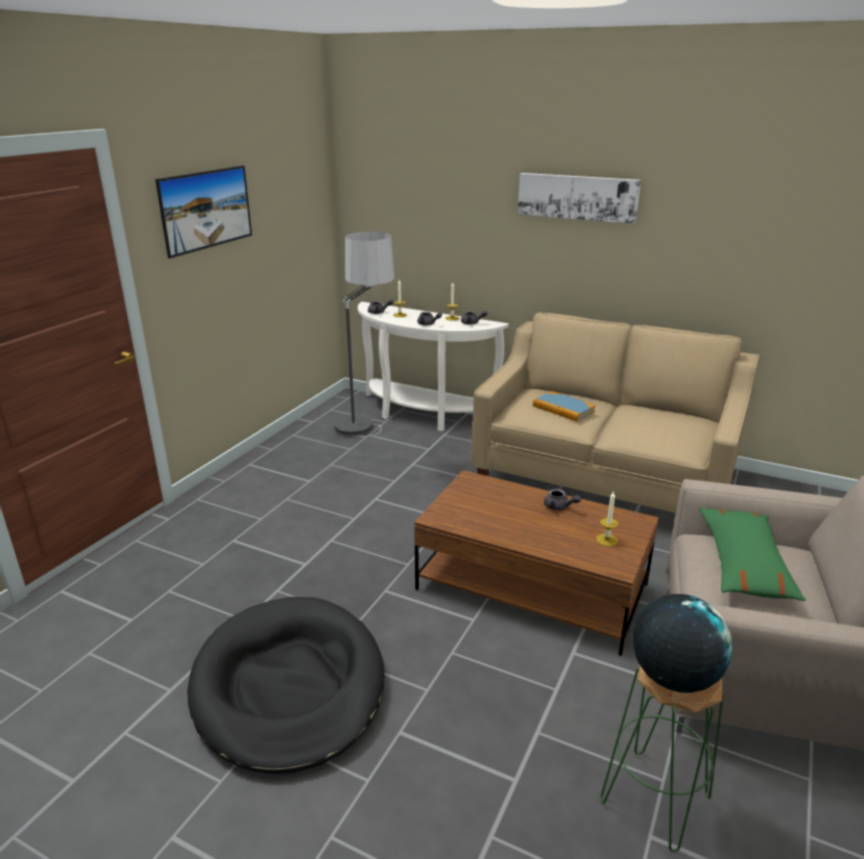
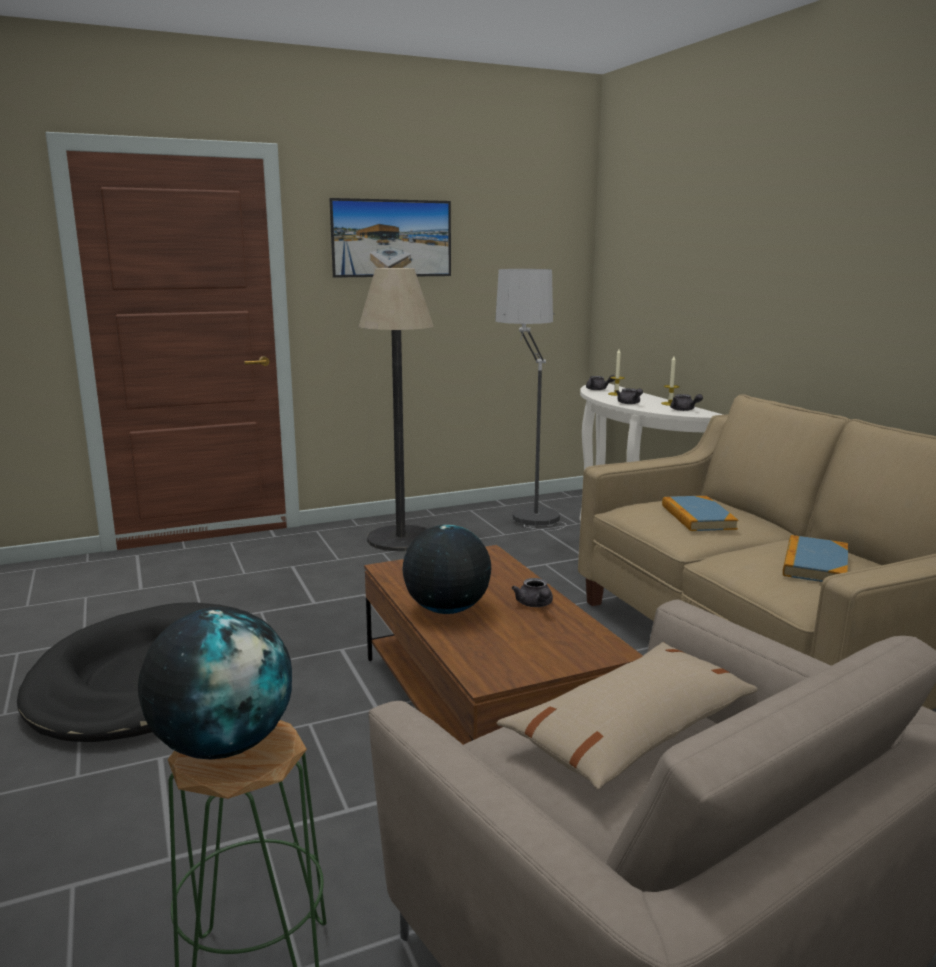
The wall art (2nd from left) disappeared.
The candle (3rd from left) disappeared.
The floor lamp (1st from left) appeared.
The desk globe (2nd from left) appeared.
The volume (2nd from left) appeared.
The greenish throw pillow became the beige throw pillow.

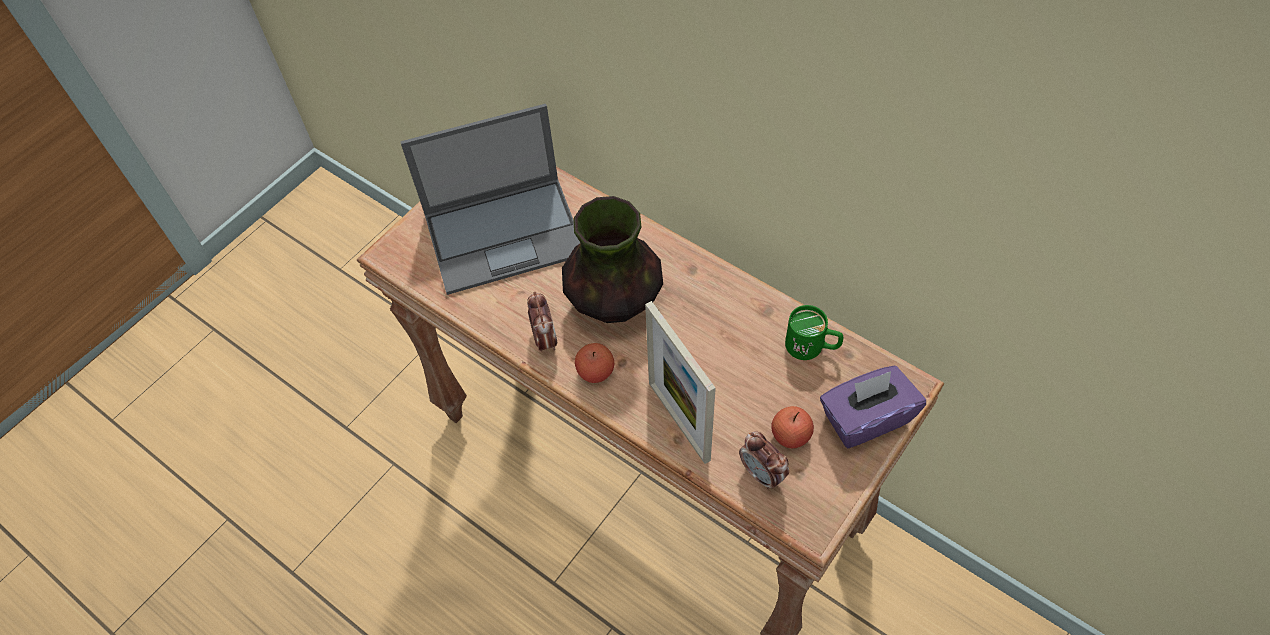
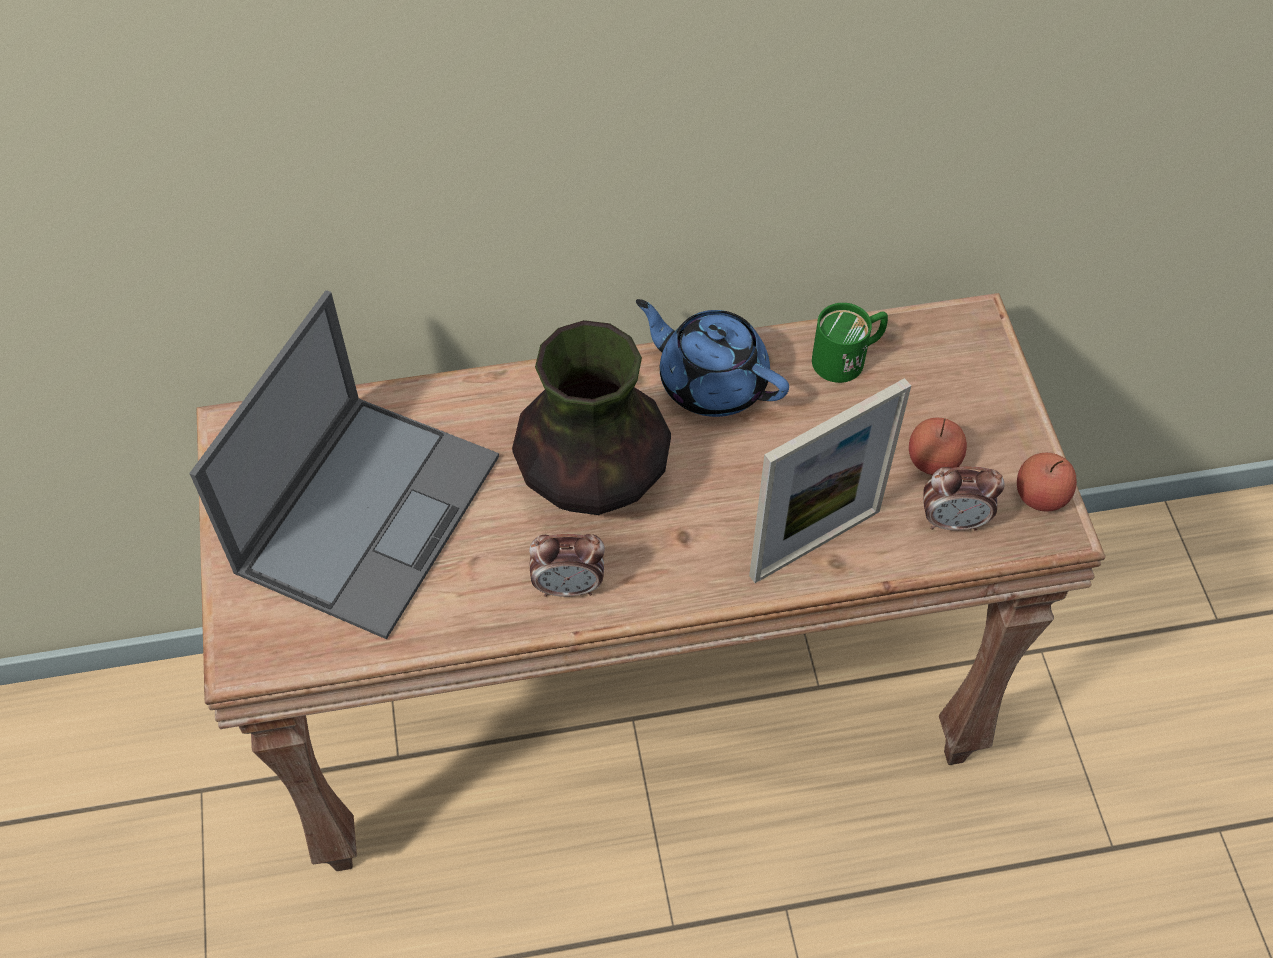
The purple-coloured tissue box disappeared.
The blue-coloured tea pot appeared.
The apple fruit (1st from left in the first image) moved.
The table clock (1st from left) turned 150 degrees clockwise.
The photo frame turned 45 degrees counterclockwise.

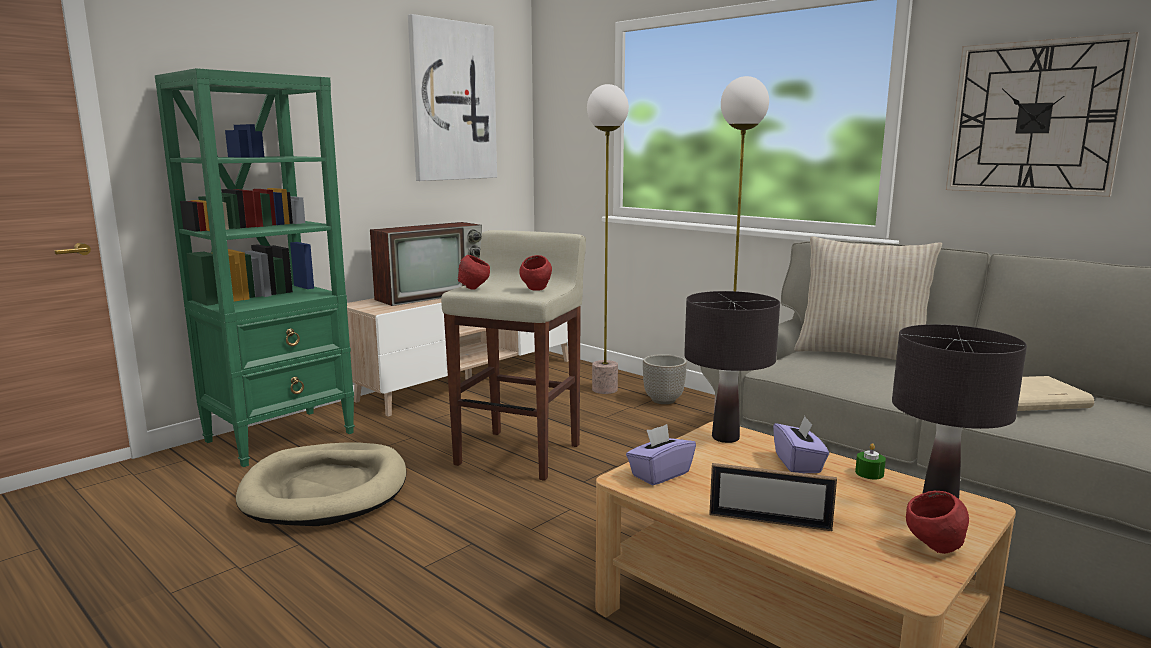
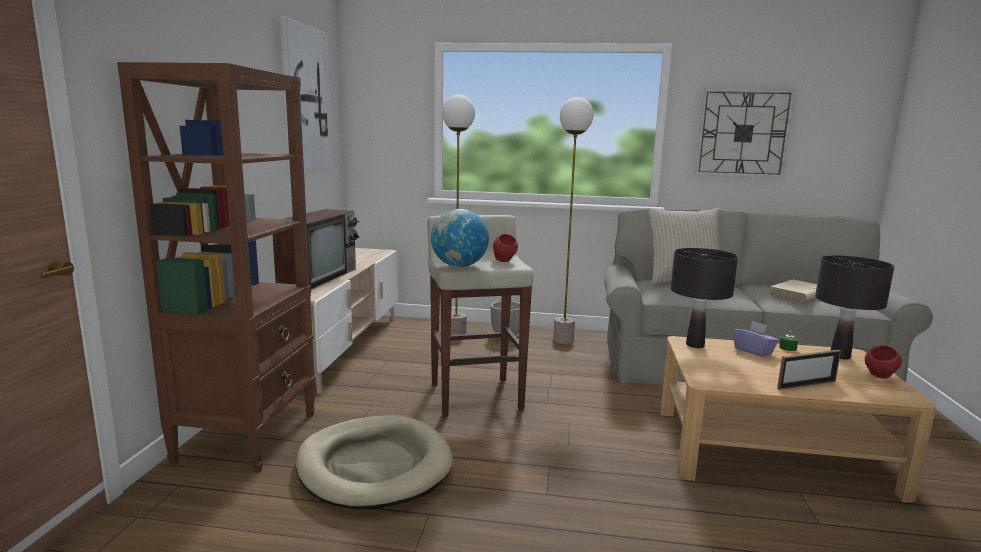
The purple-coloured tissue box (1st from left) disappeared.
The red deep dish (1st from left) was replaced by the desk globe.
The greenish shelving unit became the brown shelving unit.

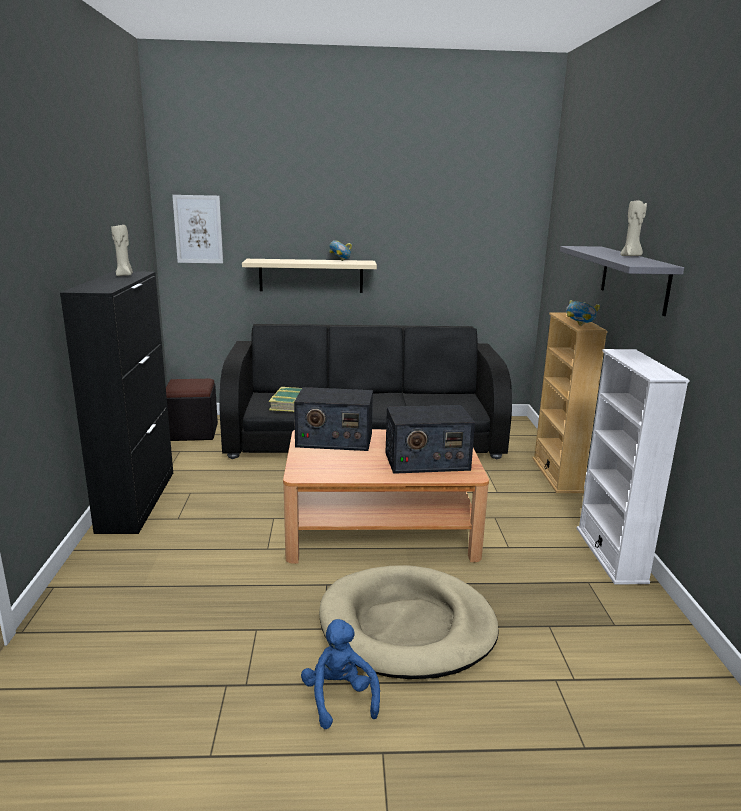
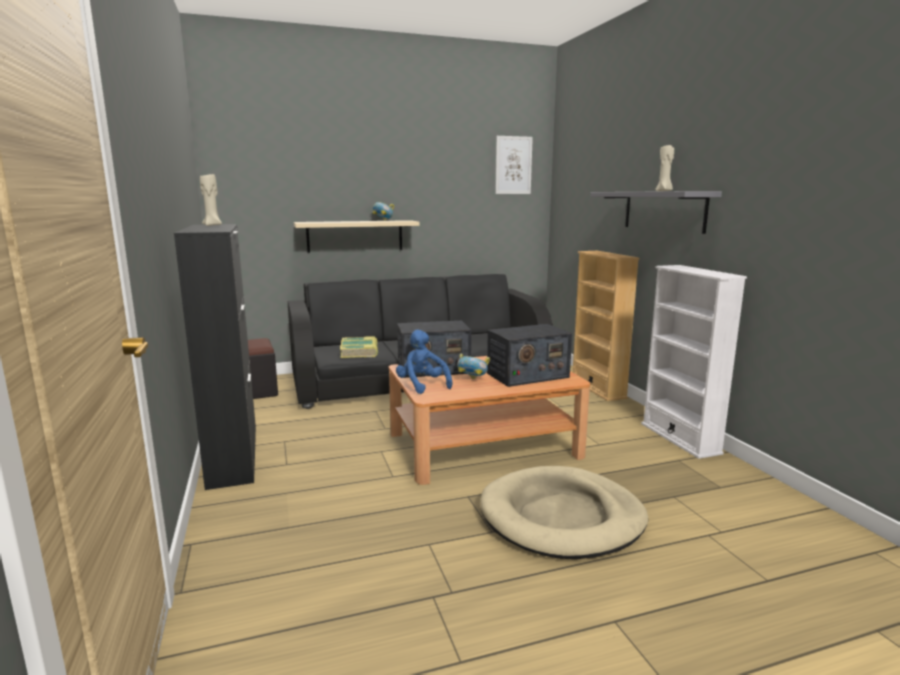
The wall art moved.
The blue-coloured soft toy moved.
The deep dish (2nd from left) moved.

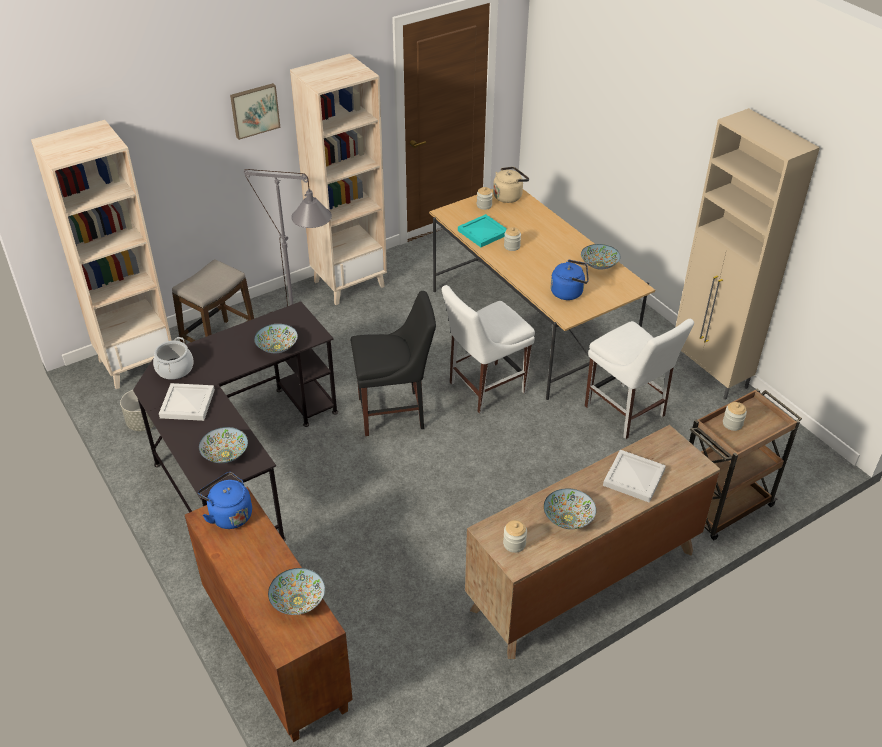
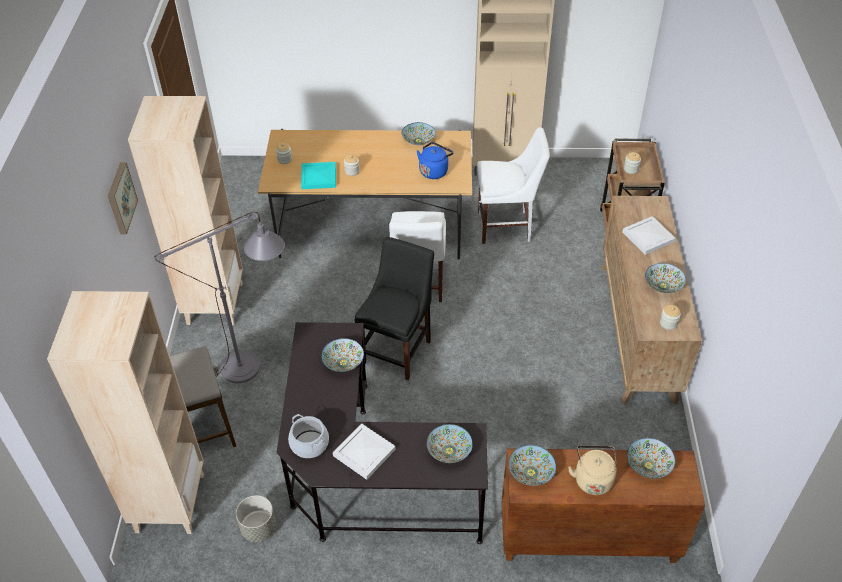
The beige tea kettle moved.
The blue-coloured tea kettle (1st from left) was replaced by the deep dish (4th from left).

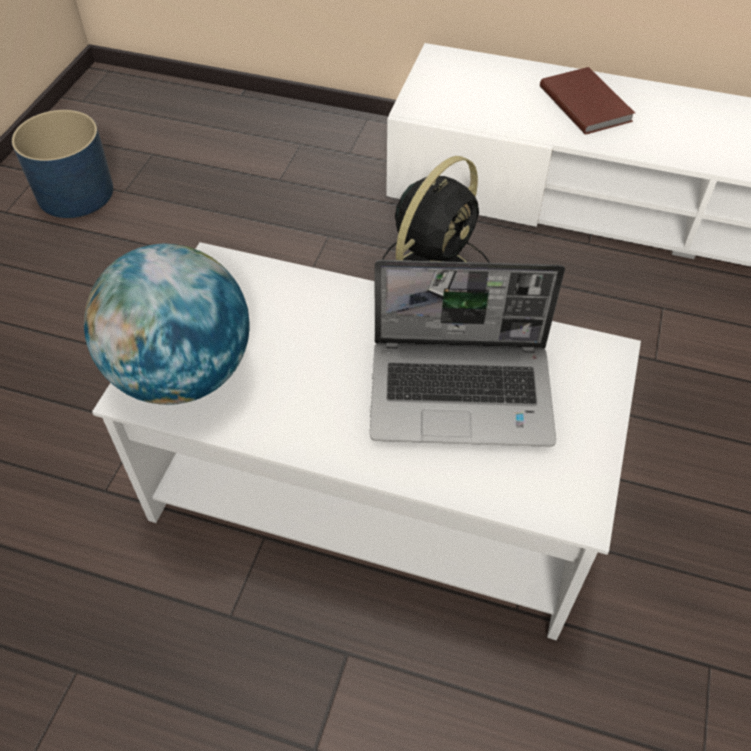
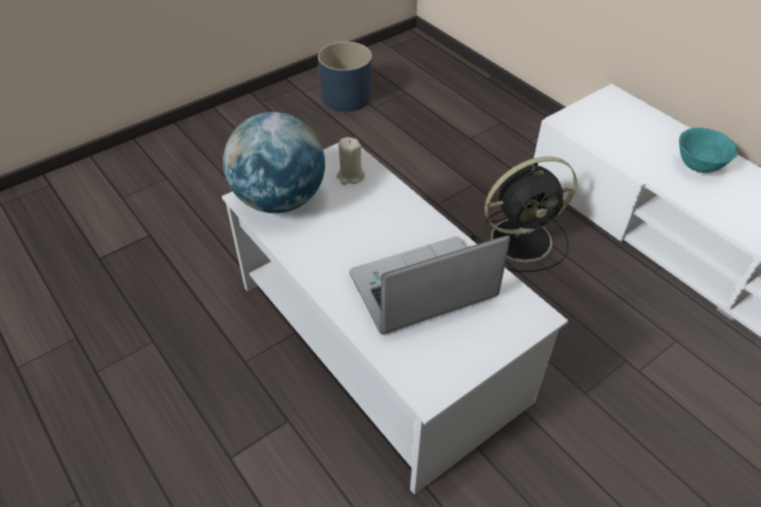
The beige candle appeared.
The brown volume was replaced by the turquoise-coloured deep dish.
The portable computer turned 120 degrees clockwise.

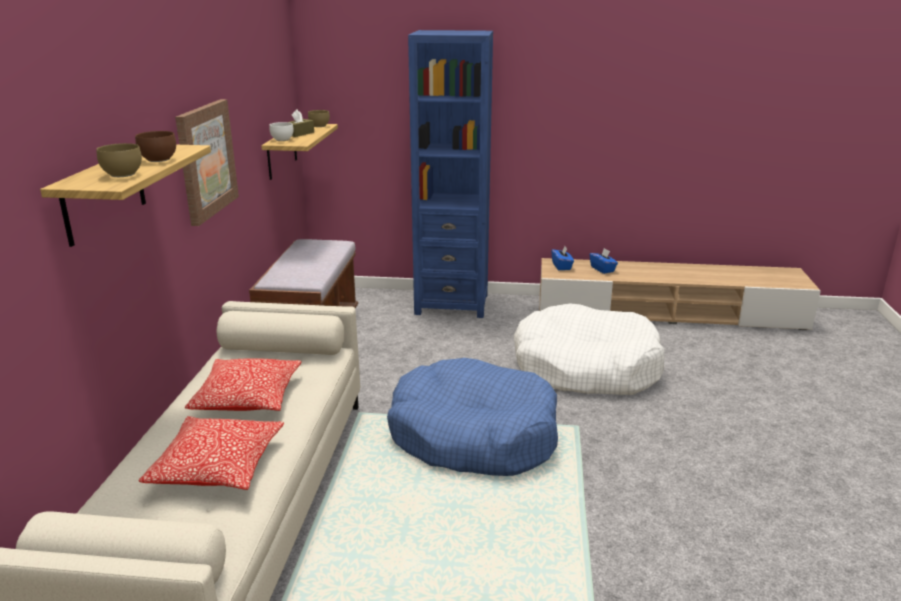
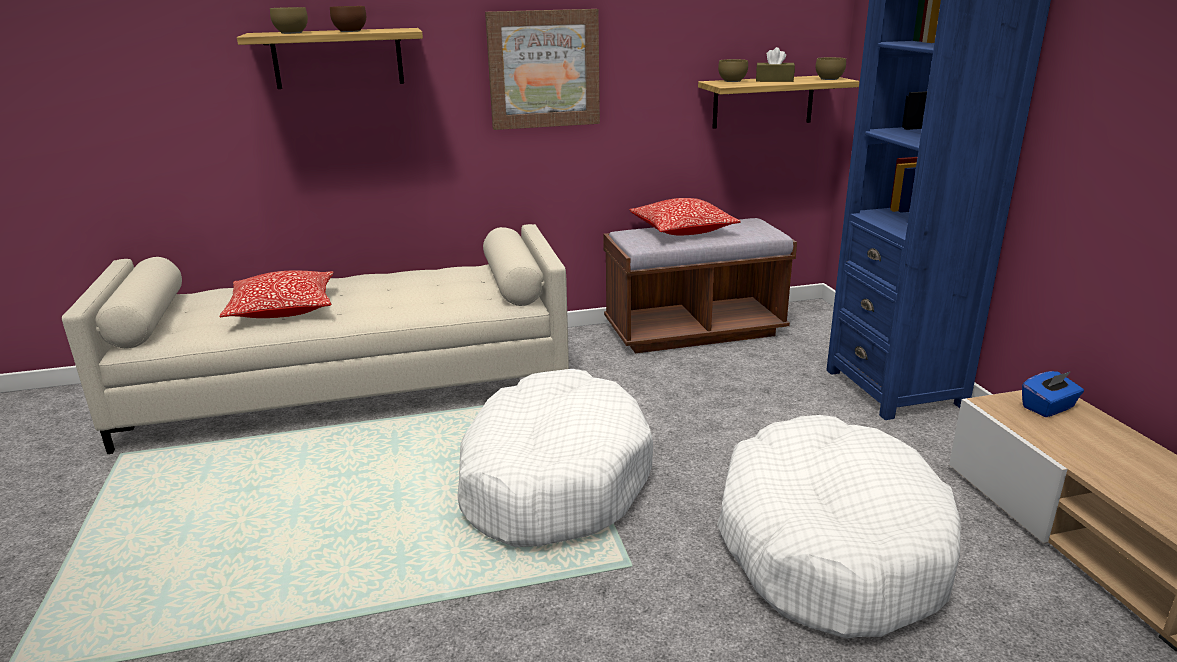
The blue-coloured tissue box (2nd from left) disappeared.
The throw pillow (2nd from left) moved.
The white-coloured deep dish became the brown deep dish (3rd from left).
The blue-coloured dog bed became the white-coloured dog bed (1st from left).

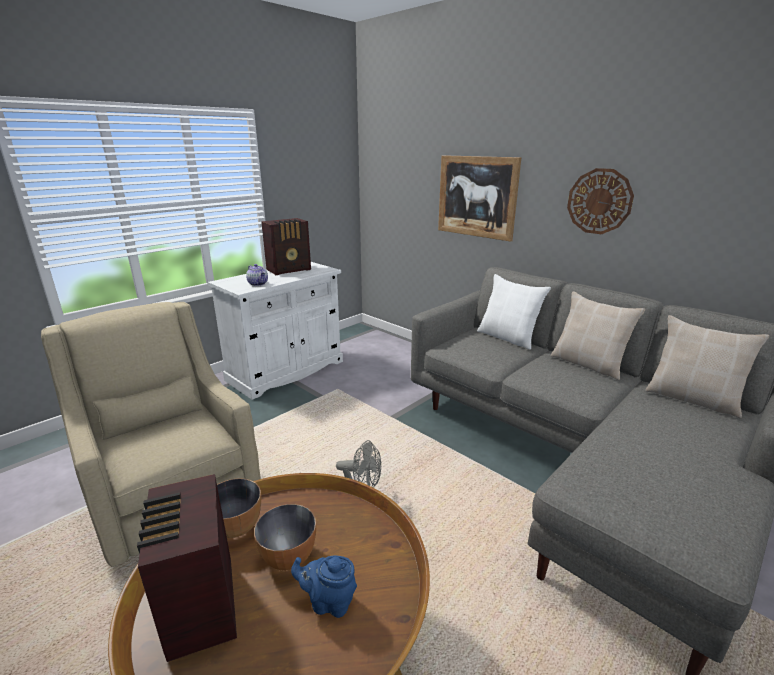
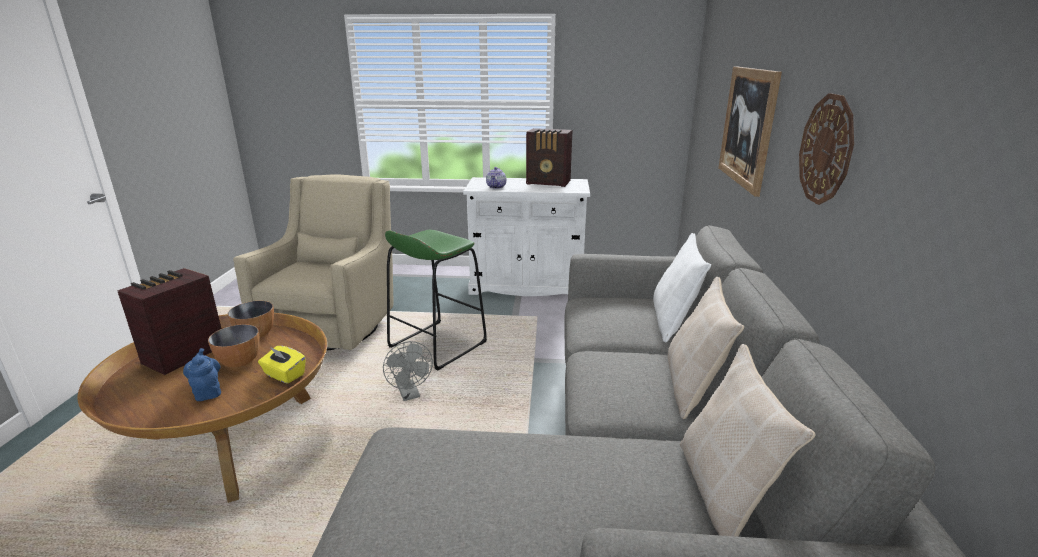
The yellowish tissue box appeared.
The greenish stool seat appeared.

